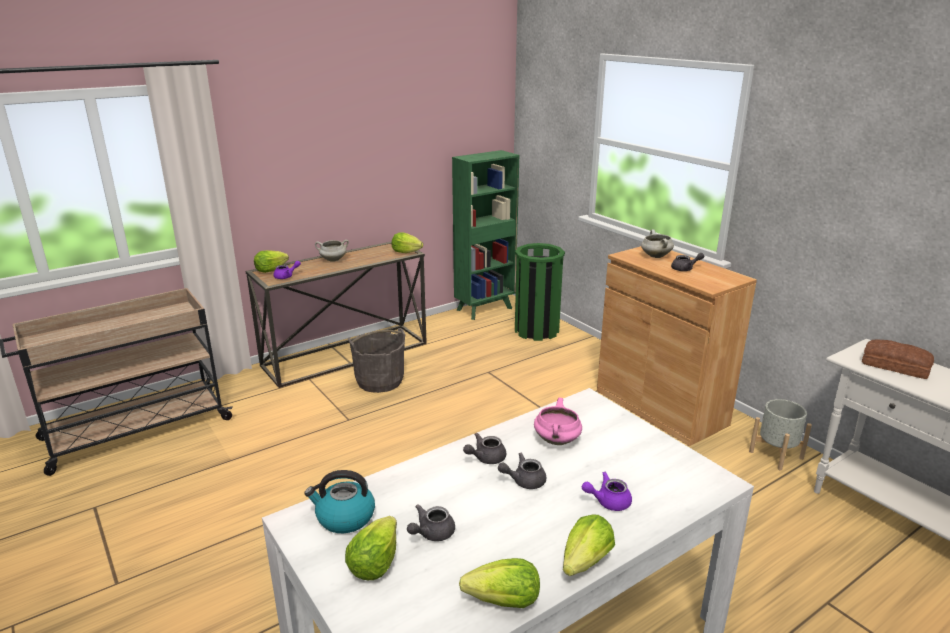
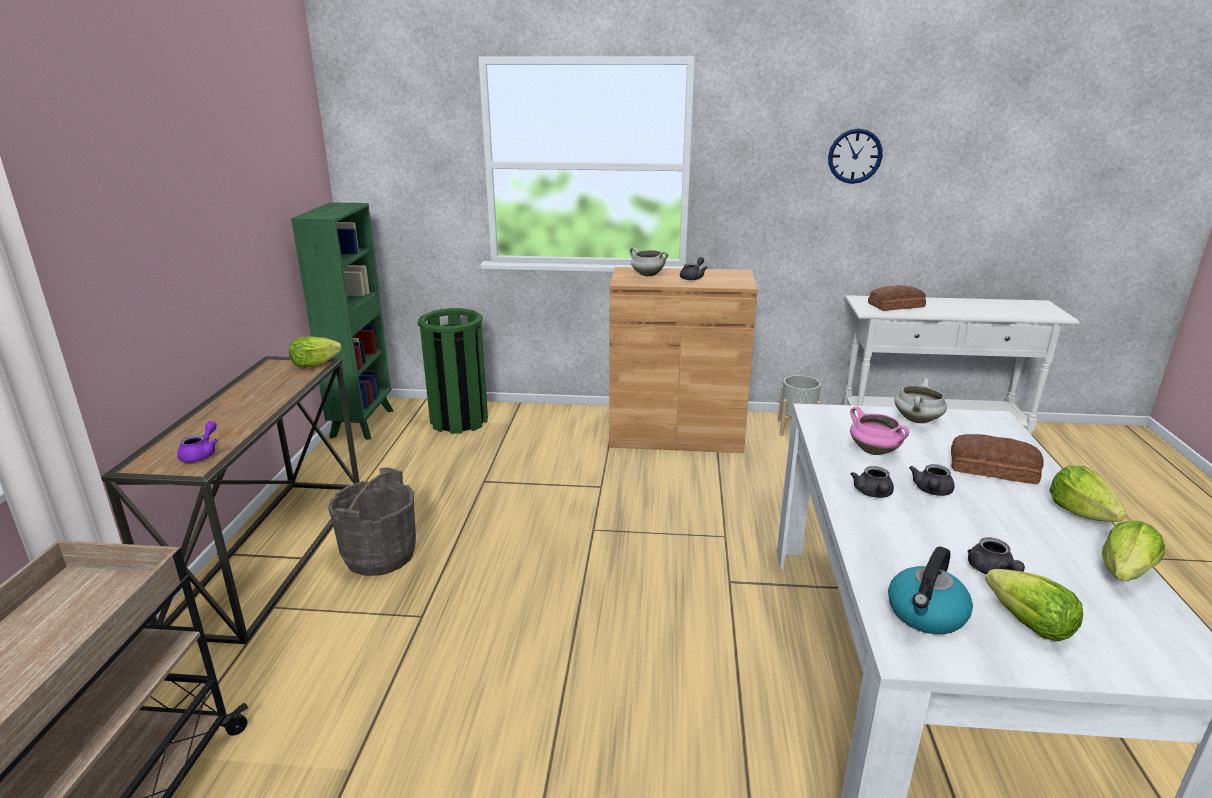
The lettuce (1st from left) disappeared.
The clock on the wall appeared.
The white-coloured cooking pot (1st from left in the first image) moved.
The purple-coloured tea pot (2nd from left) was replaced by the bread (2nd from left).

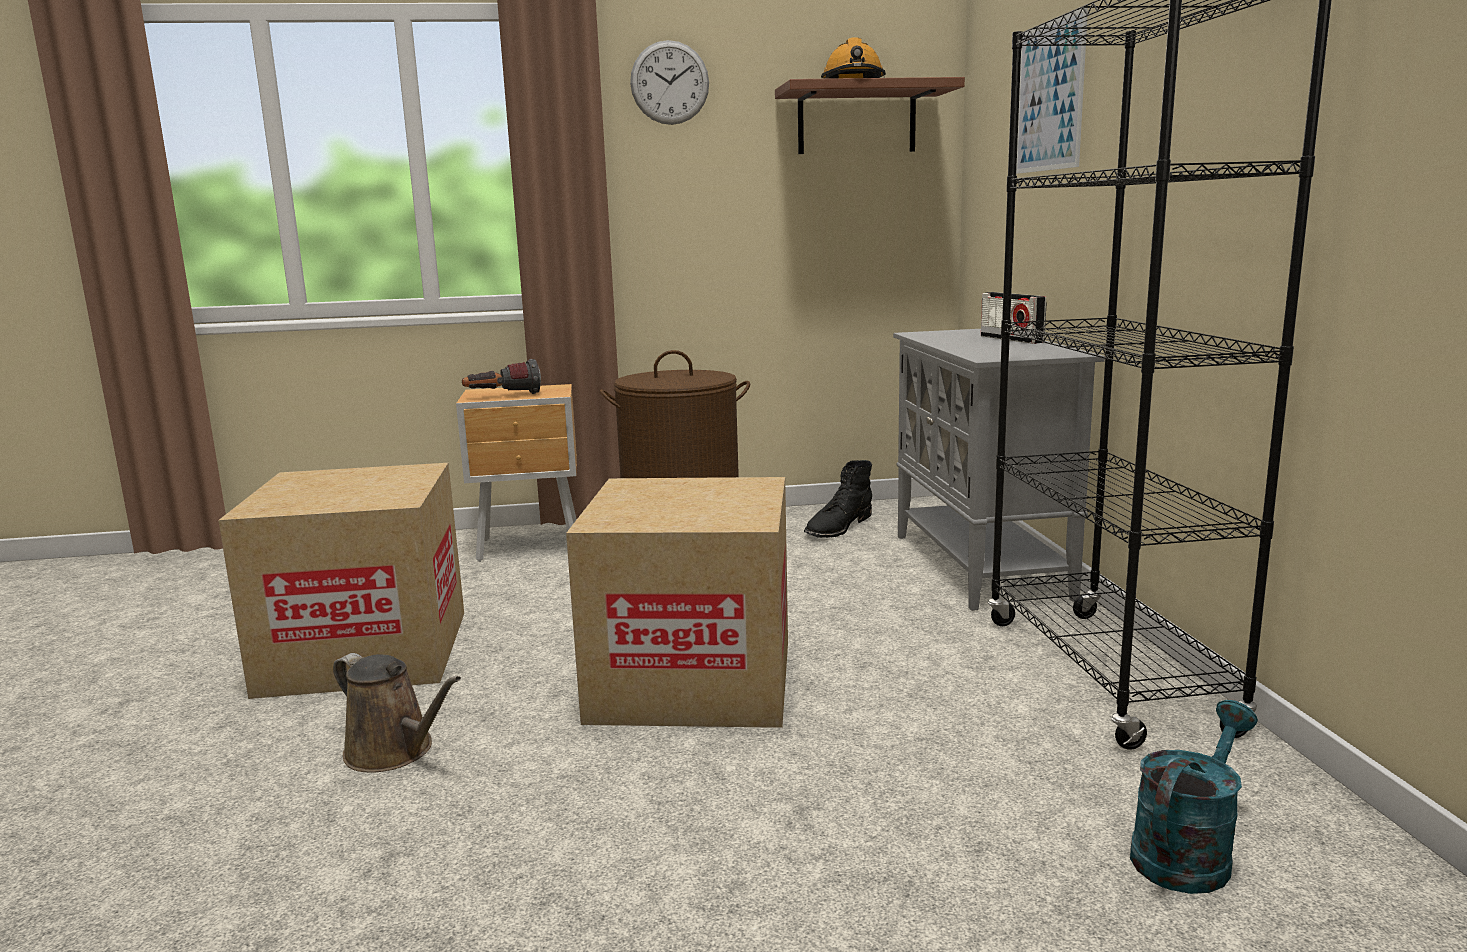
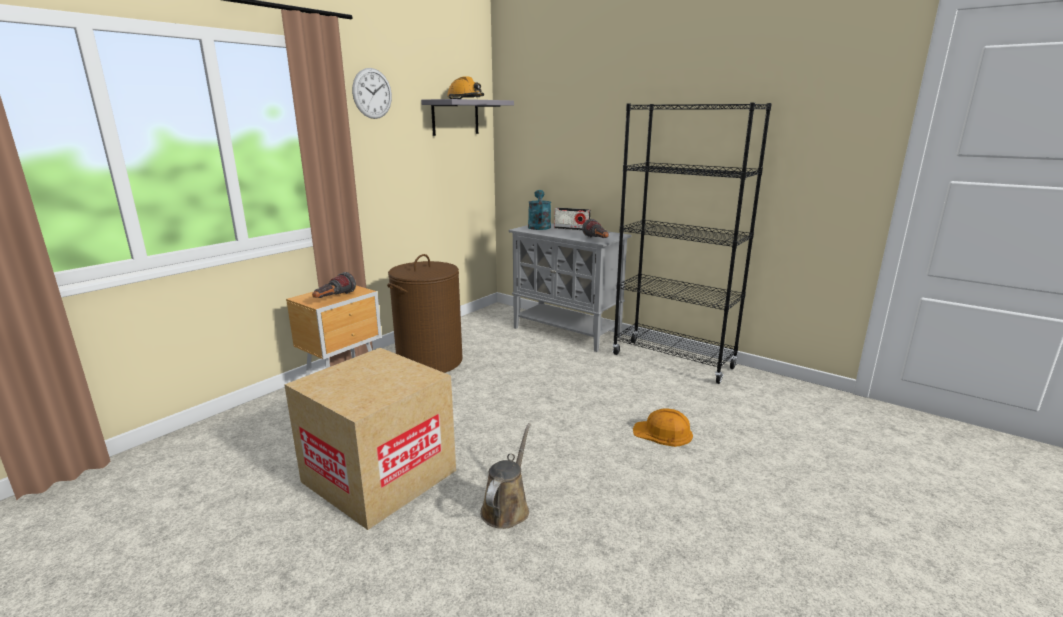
The packing box (2nd from left) disappeared.
The blackish tall boot disappeared.
The wall art disappeared.
The hand torch (2nd from left) appeared.
The orange-coloured safety helmet (2nd from left) appeared.
The turquoise-coloured sprinkling can moved.
The brown wall shelf became the greyish wall shelf.
The brown sprinkling can turned 60 degrees counterclockwise.

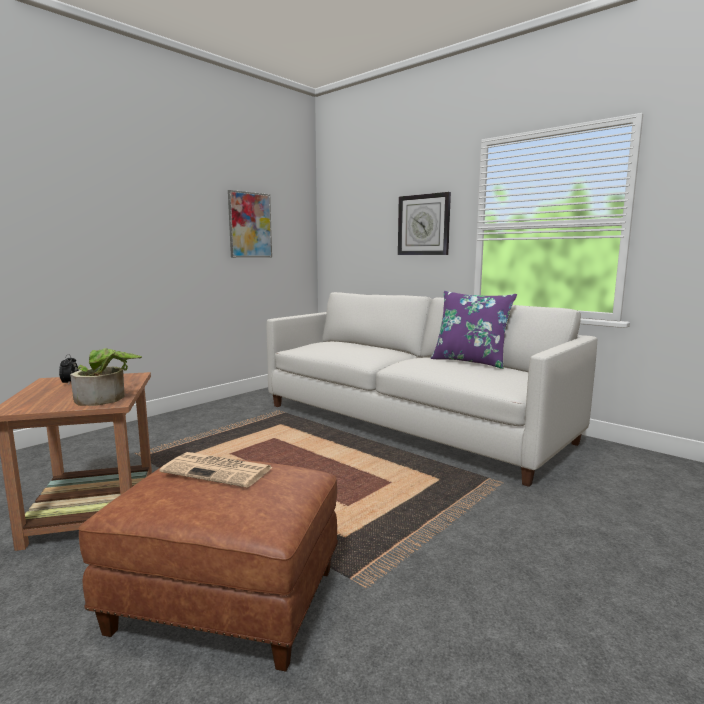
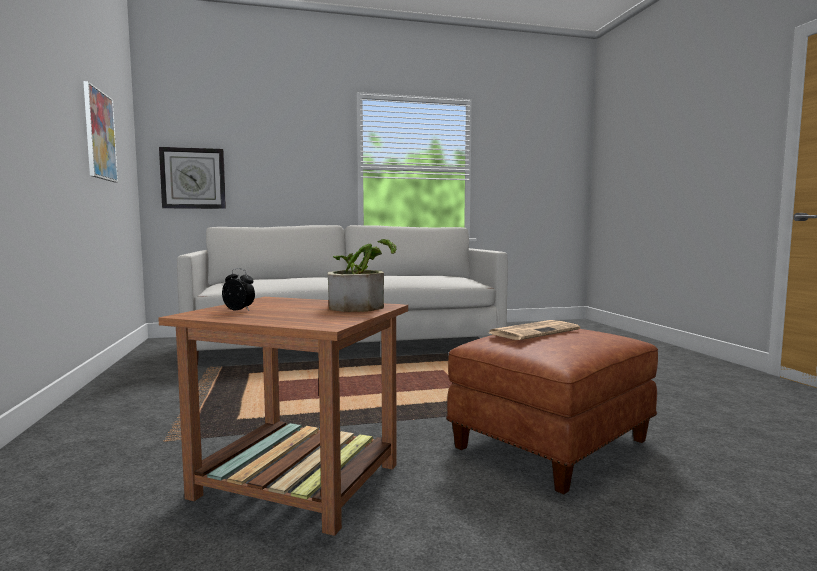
The purple-coloured throw pillow disappeared.
The clock on the wall moved.

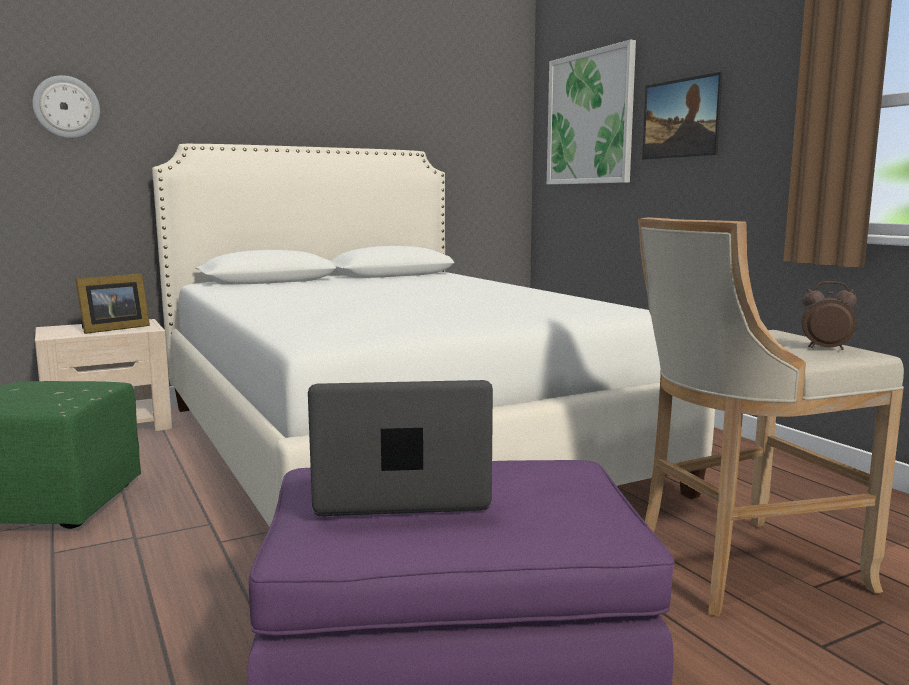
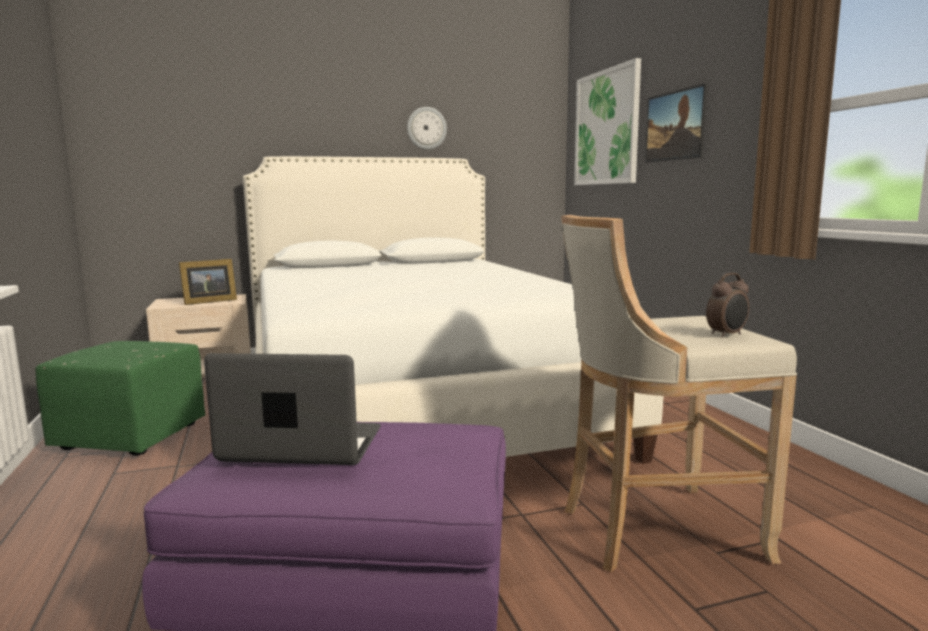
The clock on the wall moved.
The table clock turned 120 degrees clockwise.

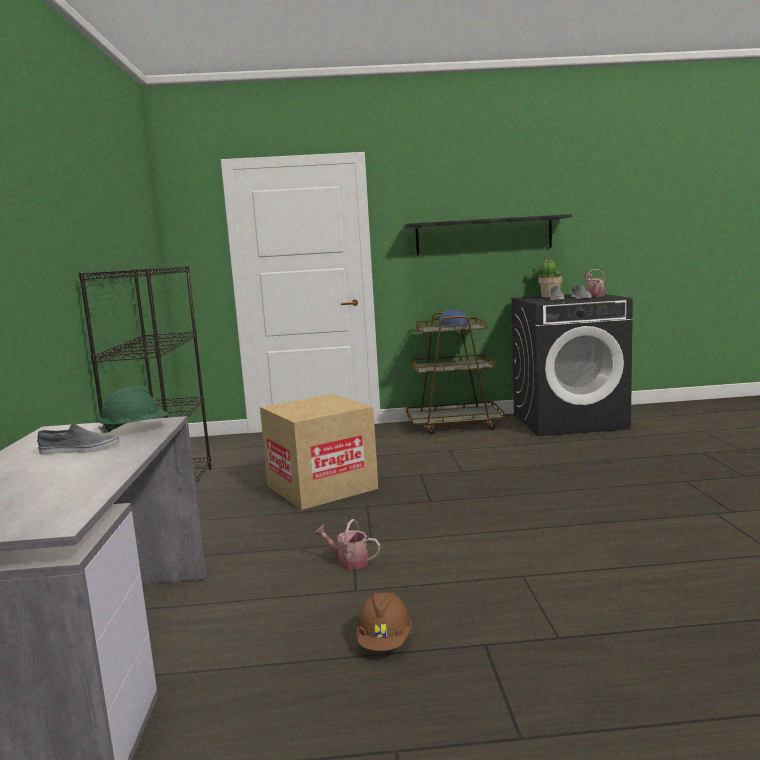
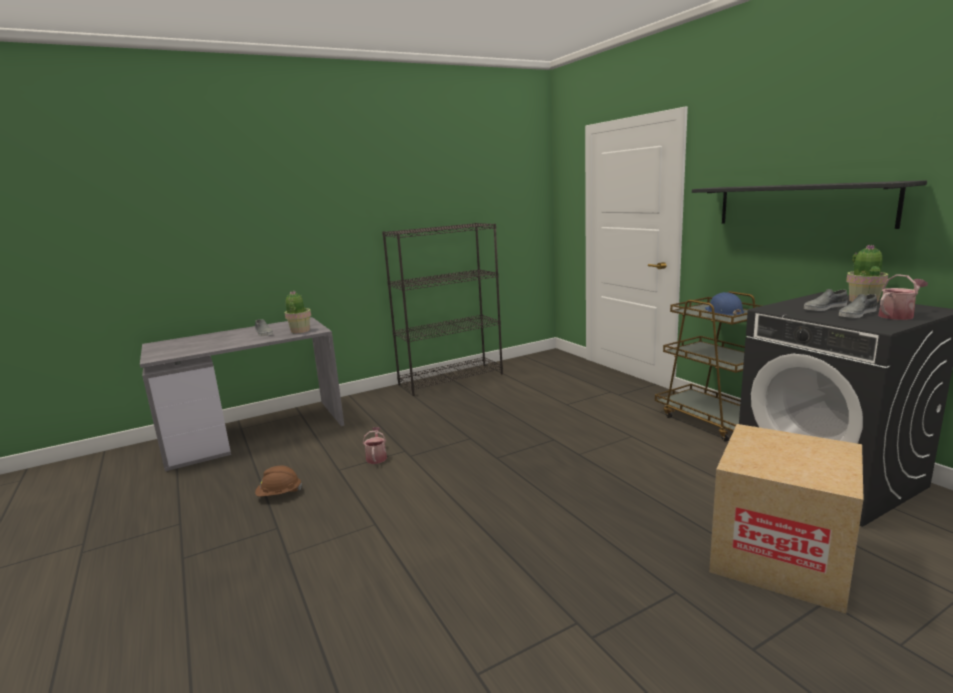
The packing box moved.
The greenish safety helmet was replaced by the plant in a pot (1st from left).

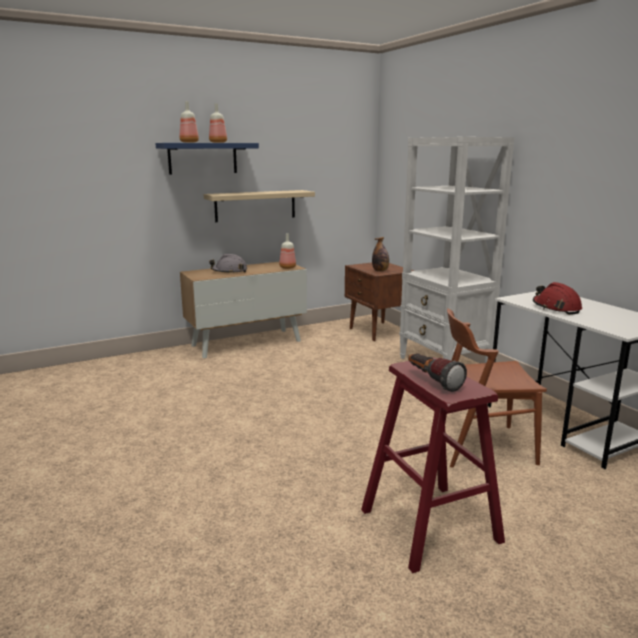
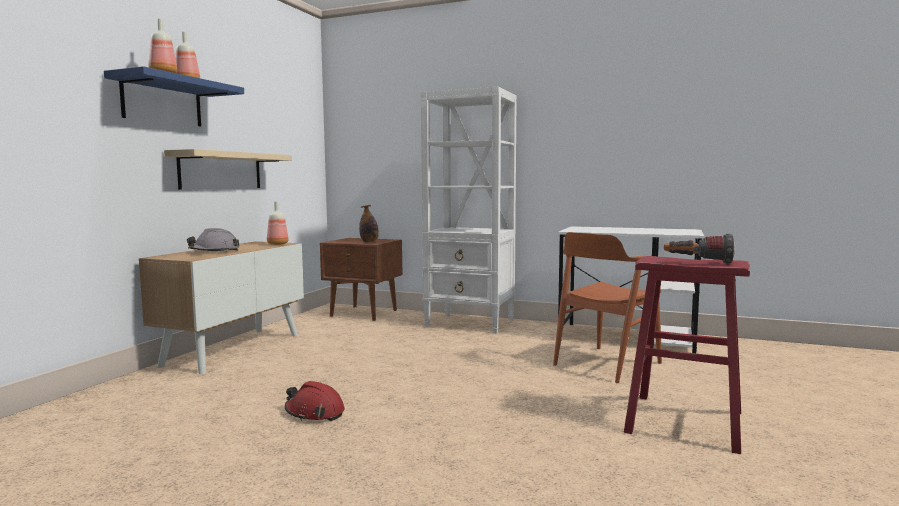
The red safety helmet moved.

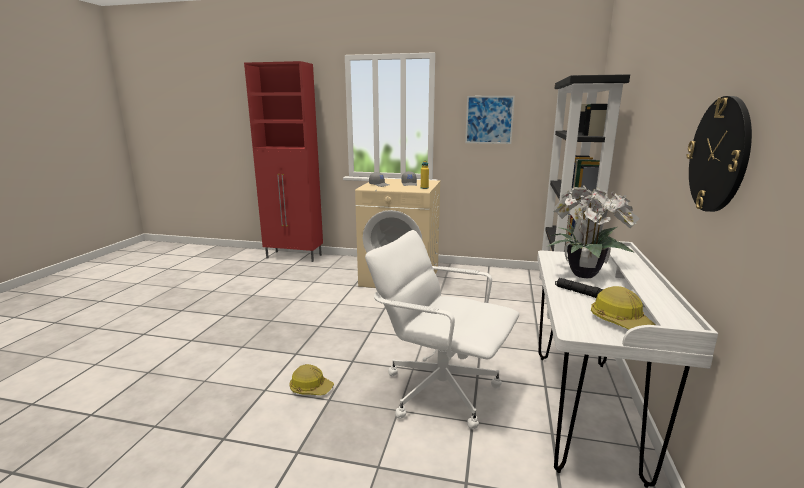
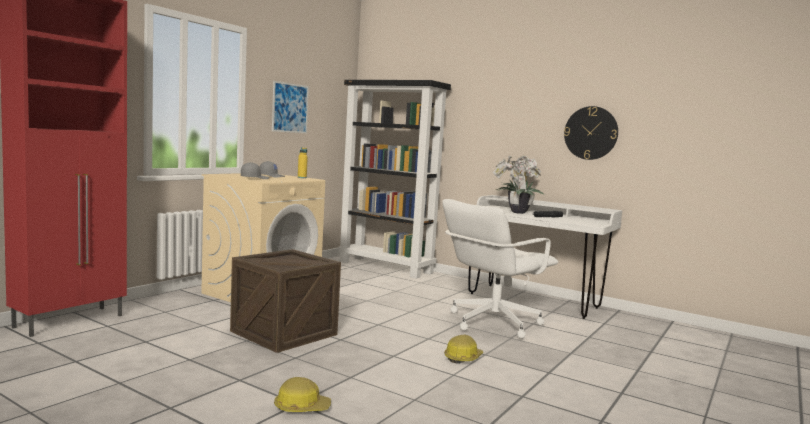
The packing crate appeared.
The safety helmet (2nd from left in the first image) moved.

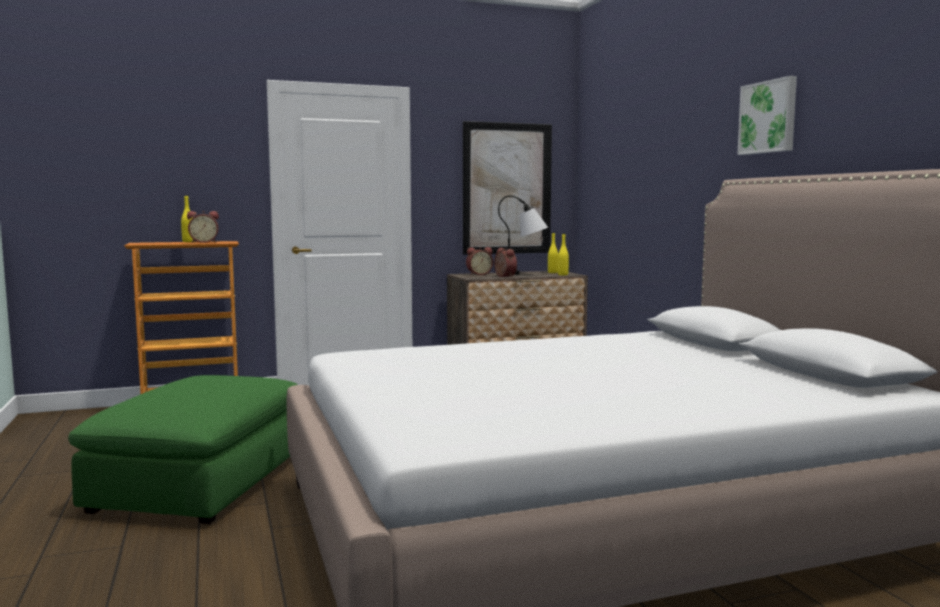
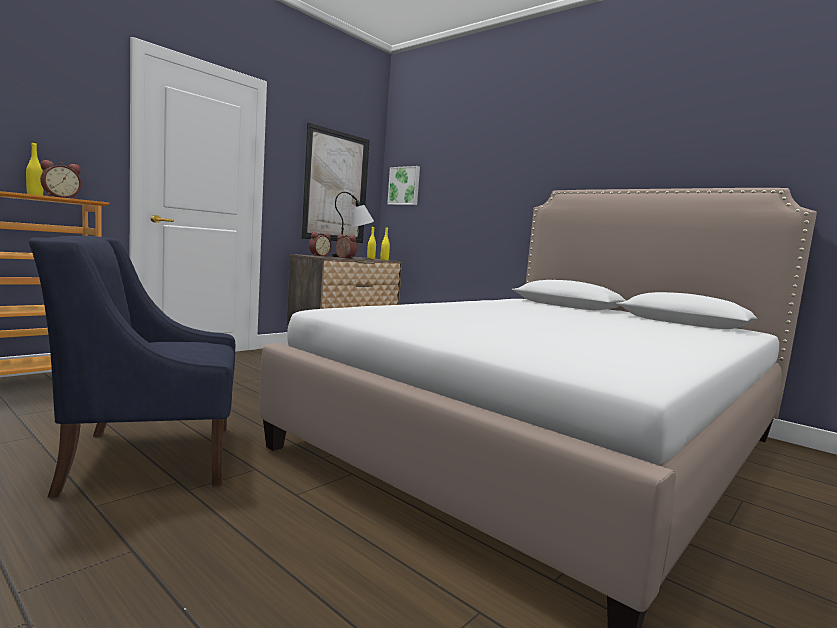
The wall art (2nd from left) moved.
The greenish footrest was replaced by the blue-coloured easy chair.

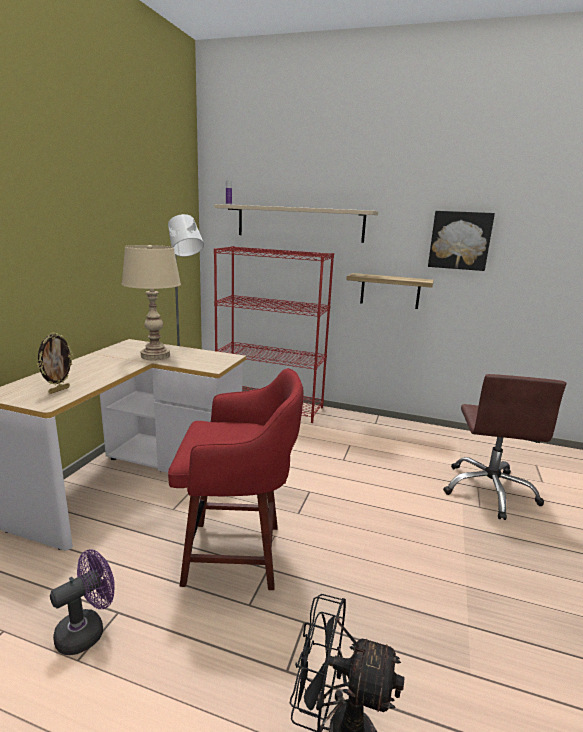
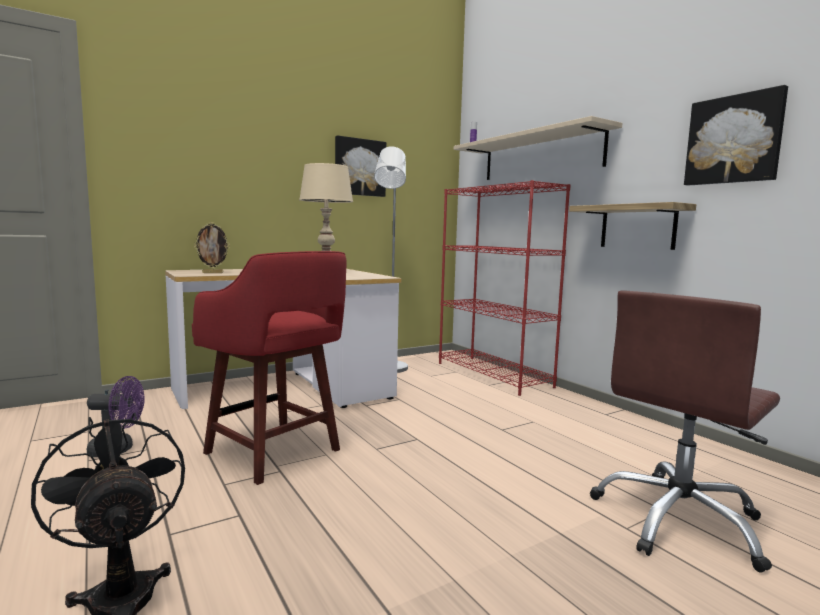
The wall art (1st from left) appeared.

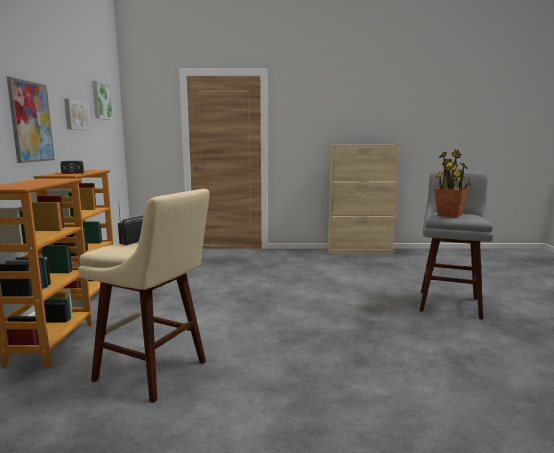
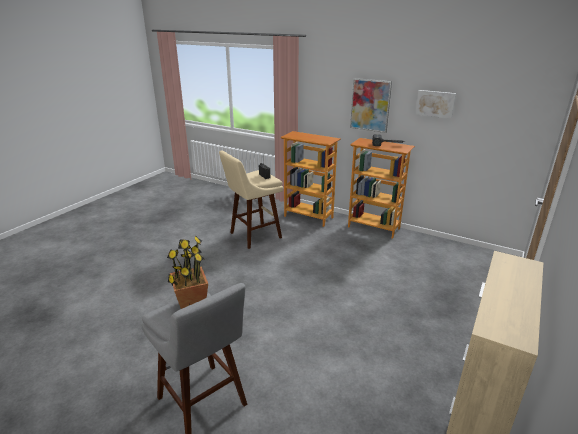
The wall art (3rd from left) disappeared.

